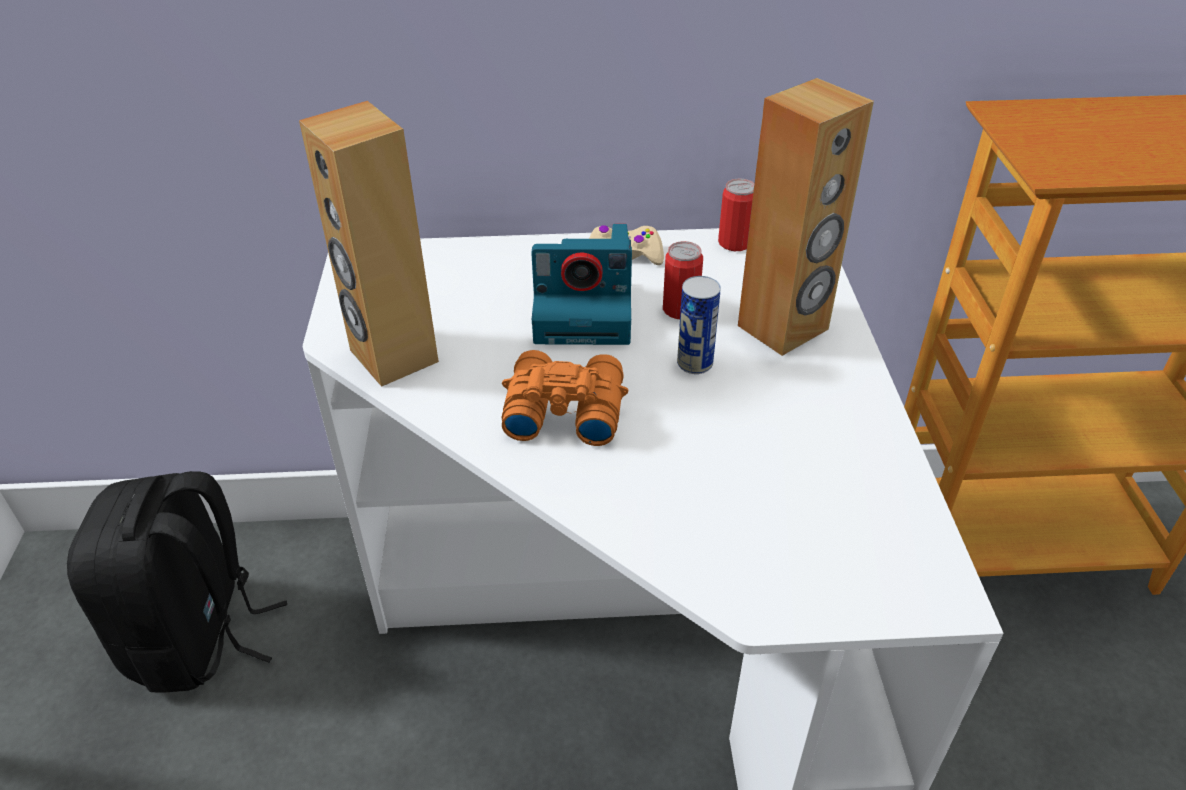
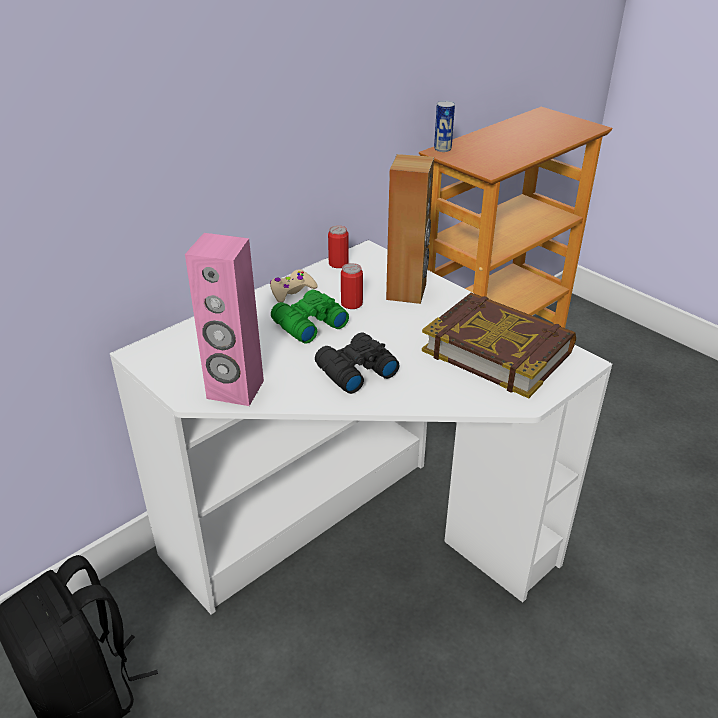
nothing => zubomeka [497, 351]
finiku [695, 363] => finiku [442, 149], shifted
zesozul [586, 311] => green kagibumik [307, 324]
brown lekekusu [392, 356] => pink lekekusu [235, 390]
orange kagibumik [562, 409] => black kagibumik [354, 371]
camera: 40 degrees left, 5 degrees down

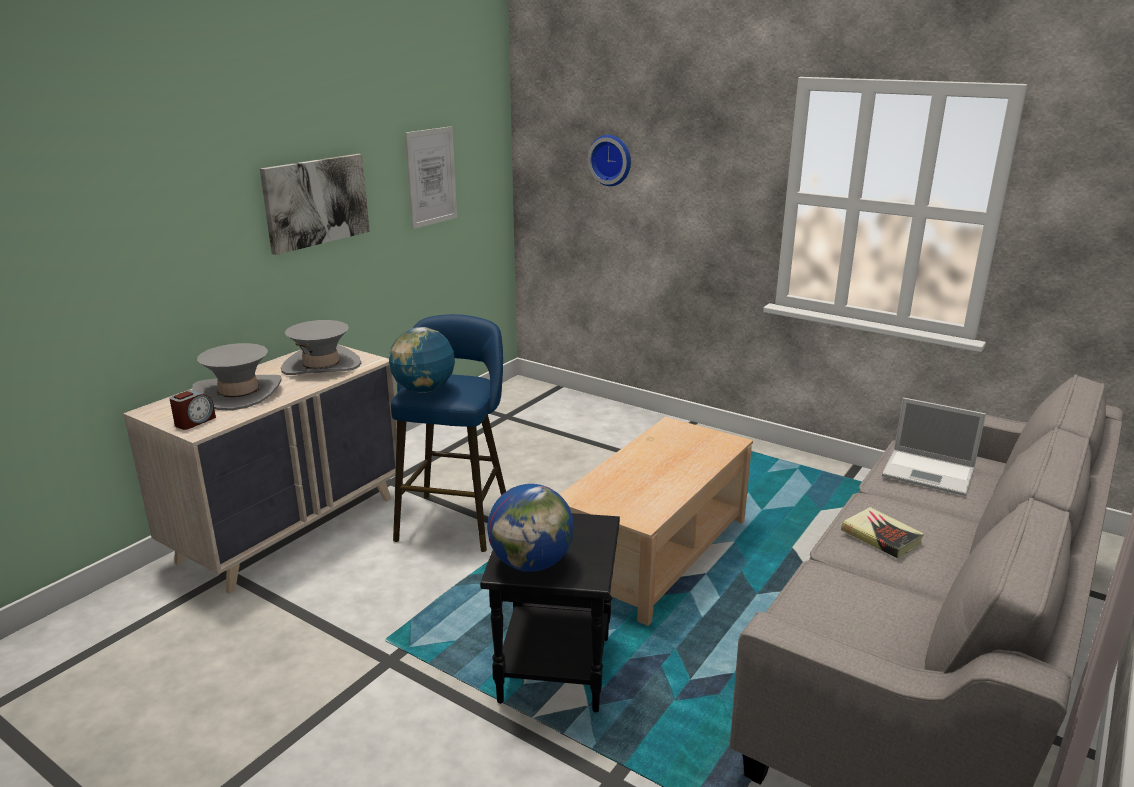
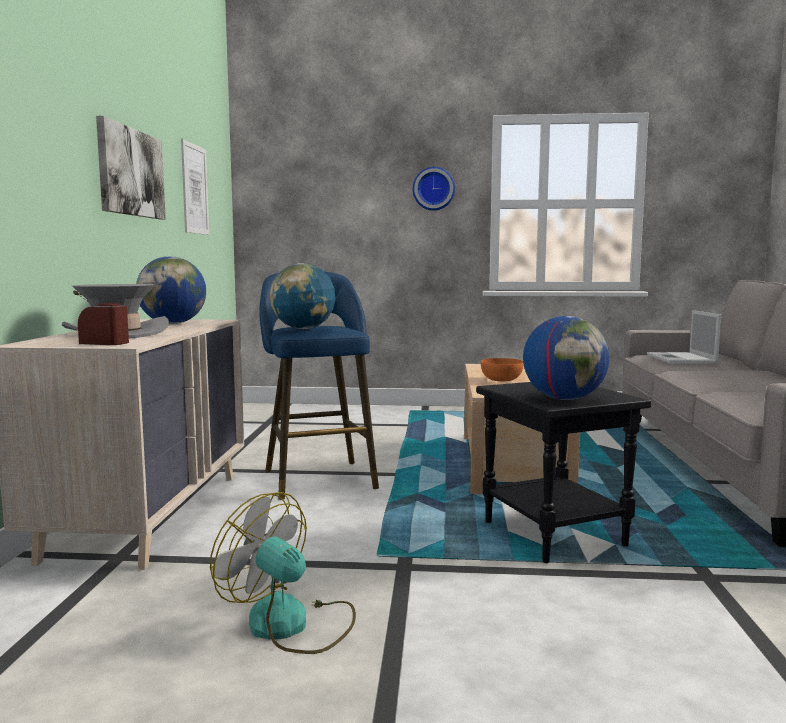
zubomeka [881, 537] => nothing
nothing => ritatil [291, 624]
nothing => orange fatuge [502, 380]
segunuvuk [611, 160] => segunuvuk [433, 189], shifted
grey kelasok [321, 366] => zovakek [173, 323]
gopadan [195, 422] => gopadan [105, 343], 75 degrees counterclockwise
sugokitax [930, 473] => sugokitax [682, 359], 90 degrees clockwise
camera: 30 degrees left, 15 degrees down

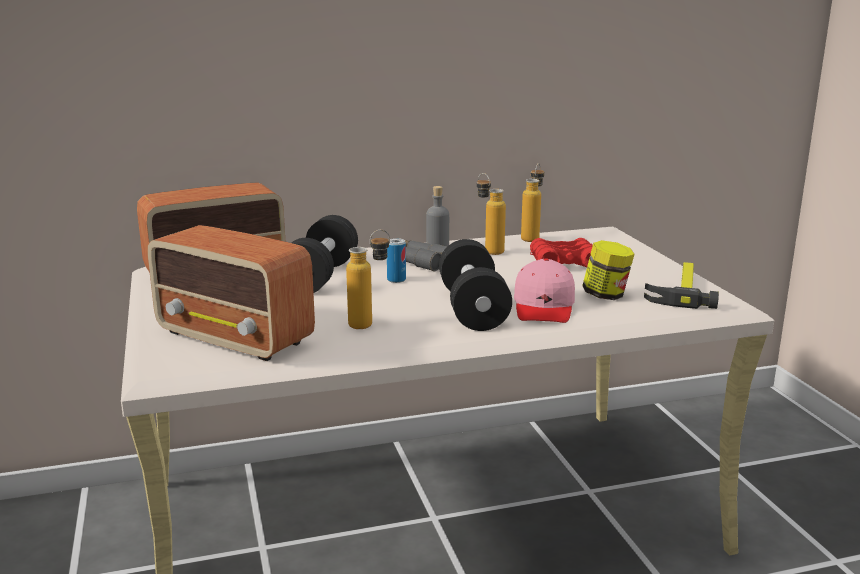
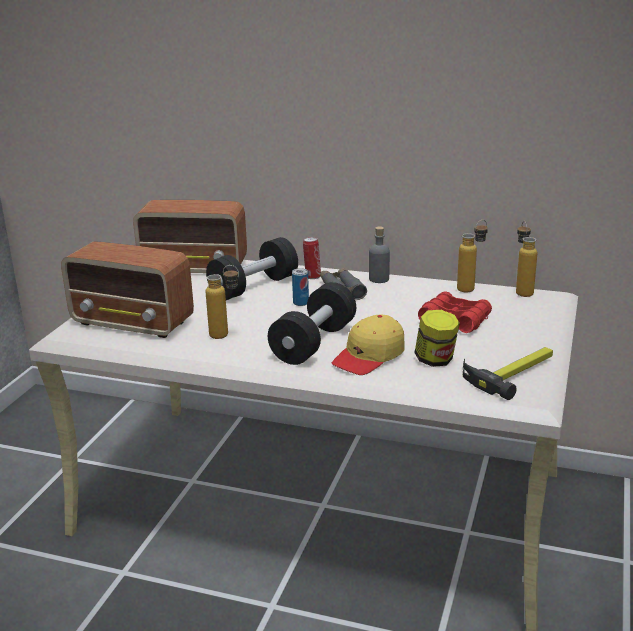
nothing => finiku [312, 276]
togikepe [488, 250] => togikepe [522, 291], shifted
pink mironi [544, 306] => yellow mironi [369, 356]
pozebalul [236, 338] => pozebalul [133, 323], 45 degrees counterclockwise
camera: 35 degrees right, 5 degrees up

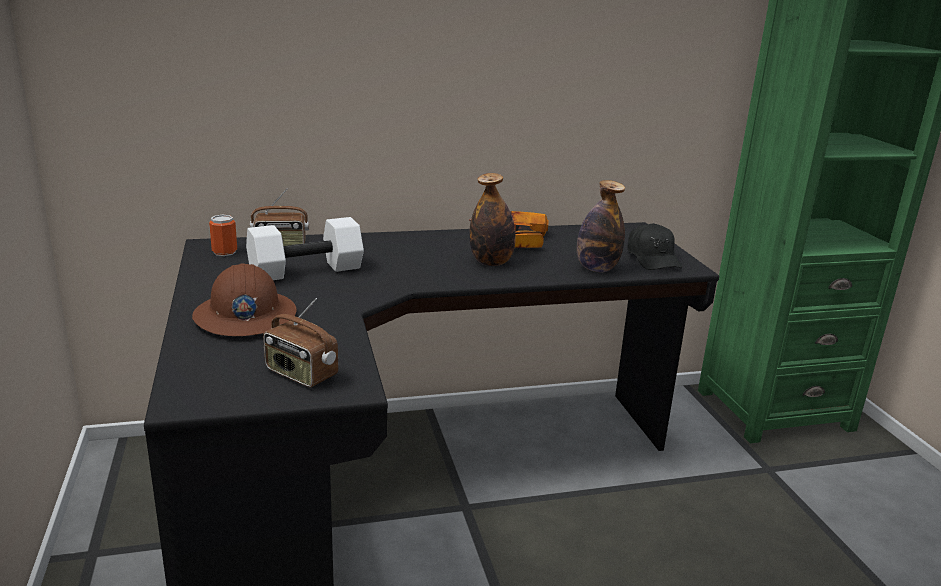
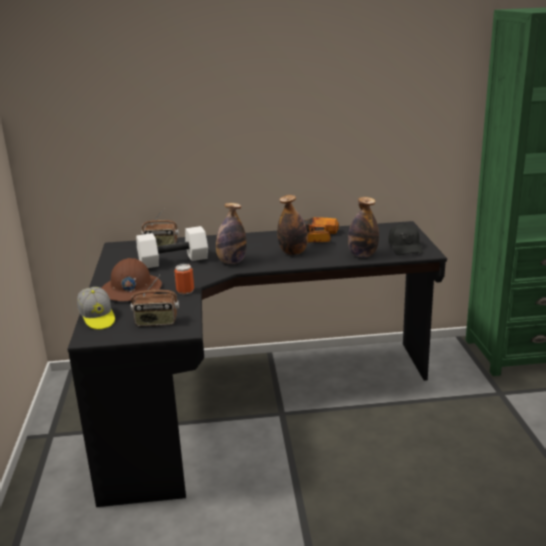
nothing => mironi [97, 318]
nothing => togikepe [231, 262]
finiku [224, 252] => finiku [185, 291], shifted
pozebalul [300, 374] => pozebalul [156, 322], 45 degrees counterclockwise
camera: 10 degrees right, 0 degrees up

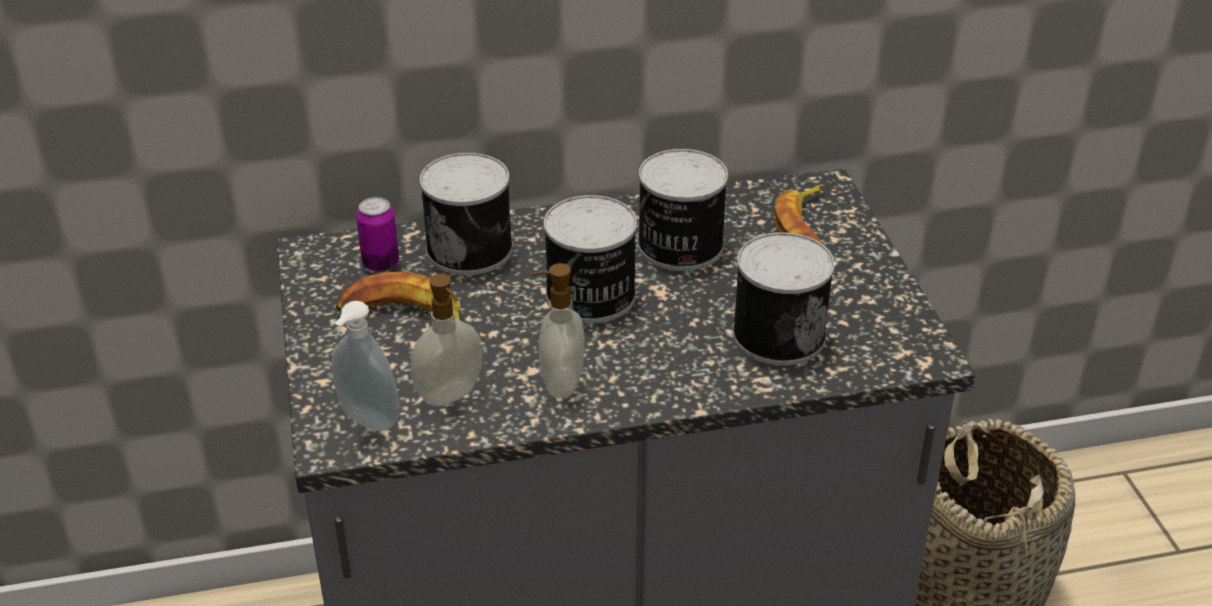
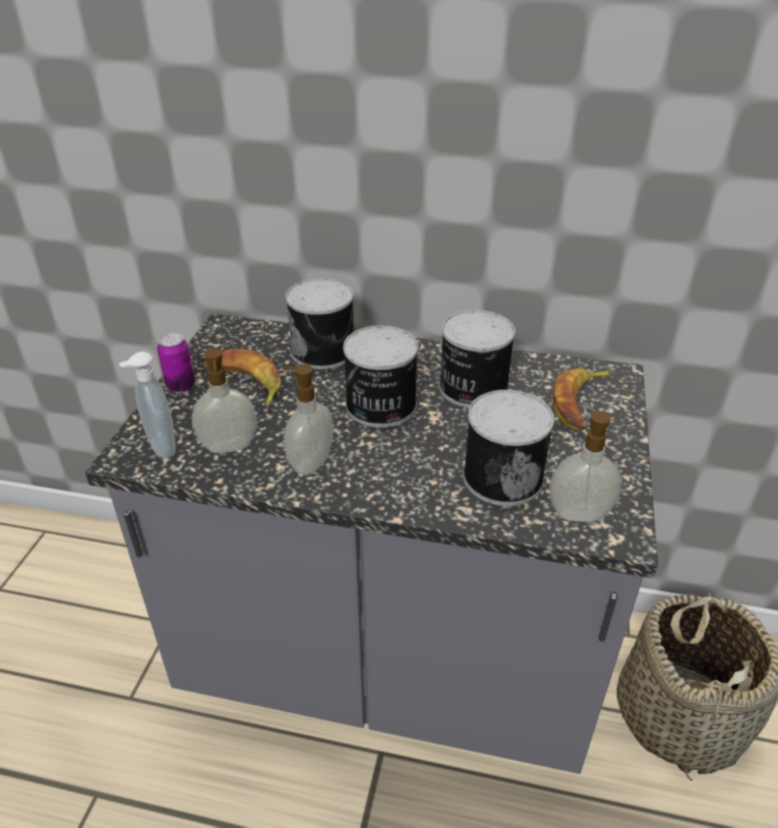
nothing => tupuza [578, 512]
finiku [381, 264] => finiku [180, 386], shifted
camera: 25 degrees right, 0 degrees up

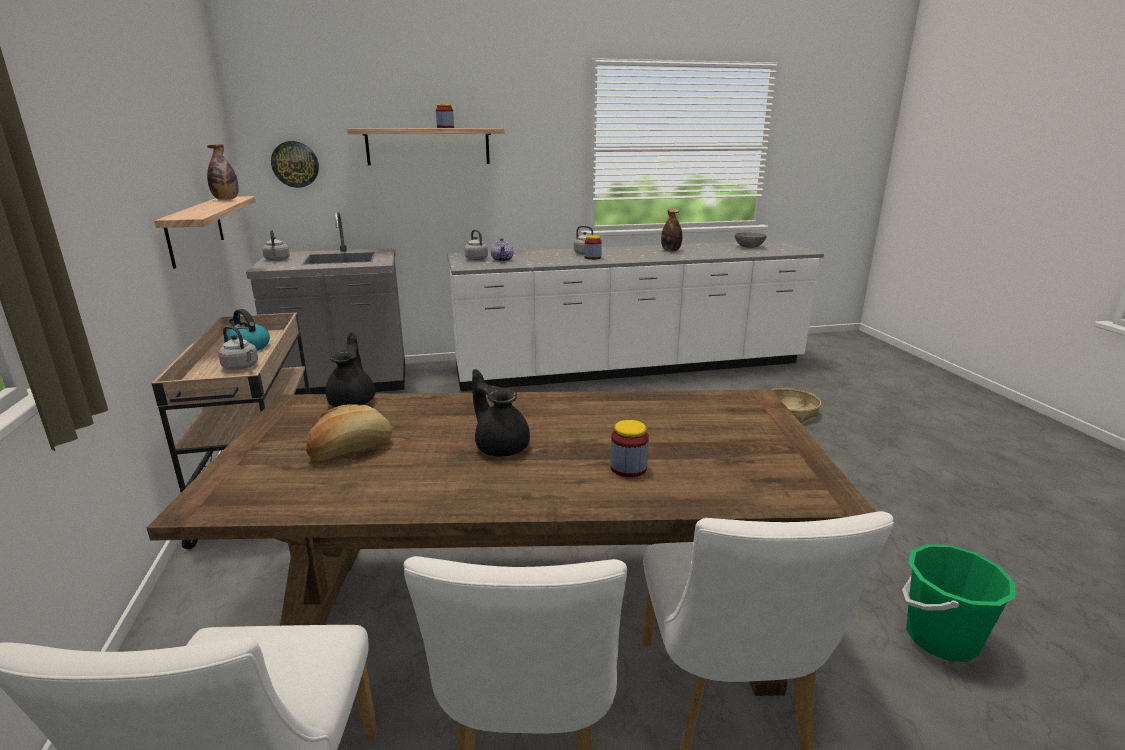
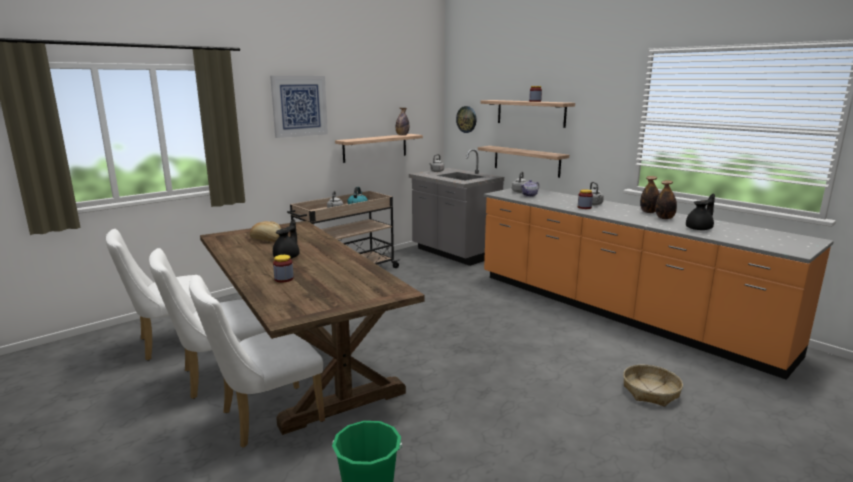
grey fatuge [749, 247] => nothing
nothing => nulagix [299, 106]
nothing => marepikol [526, 161]
nothing => togikepe [649, 212]
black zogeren [353, 401] => black zogeren [700, 229], shifted
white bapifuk [630, 368] => orange bapifuk [617, 312]
camera: 60 degrees right, 5 degrees down

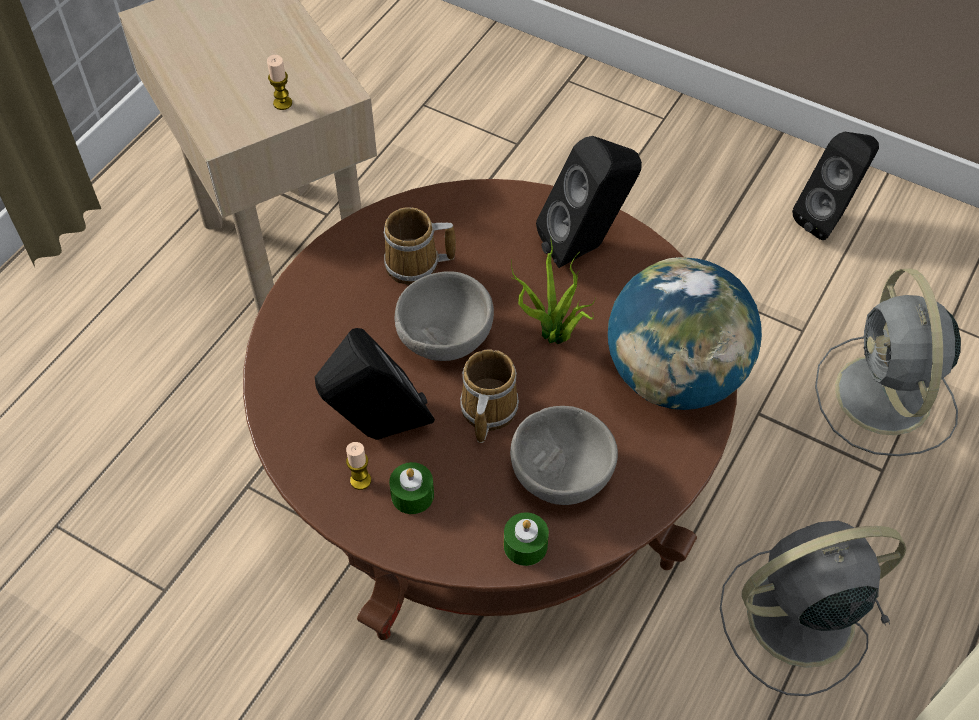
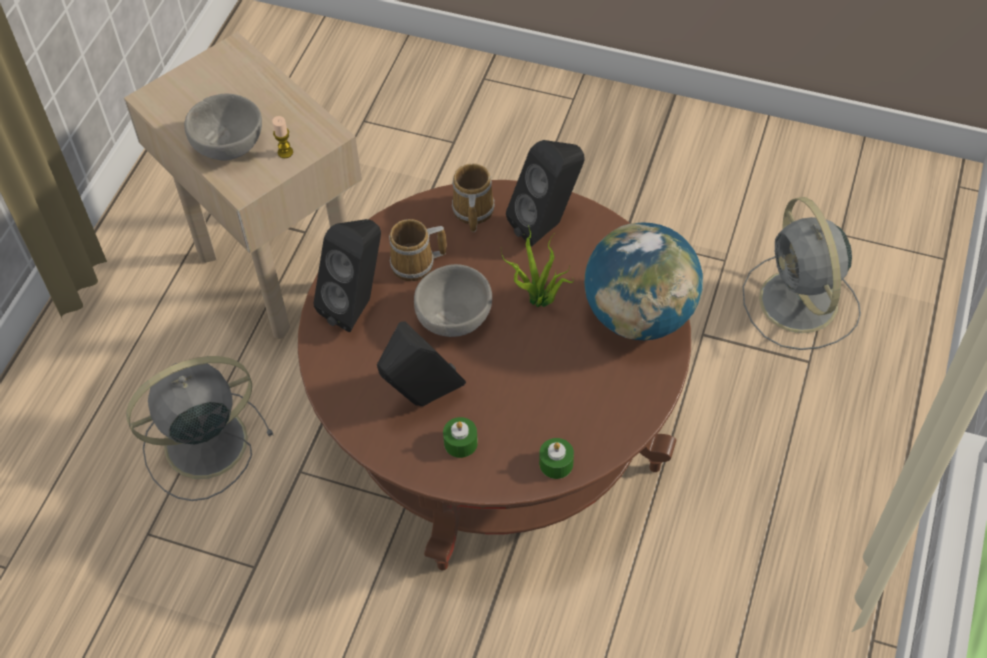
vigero [360, 480] => nothing
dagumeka [486, 410] => dagumeka [472, 211], shifted
grey fatuge [560, 475] => grey fatuge [227, 146], shifted
grey ritatil [795, 617] => grey ritatil [202, 444], shifted
black lekekusu [827, 219] => black lekekusu [357, 305], shifted
camera: 10 degrees left, 0 degrees up

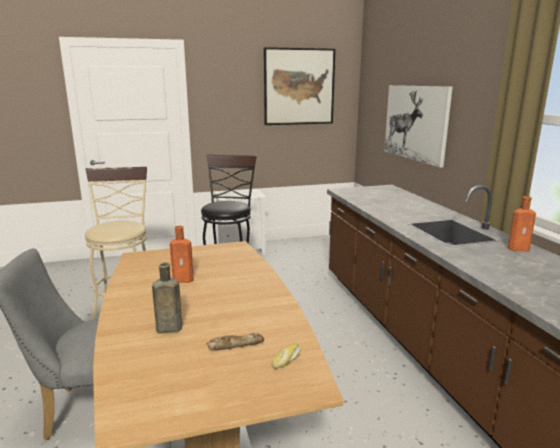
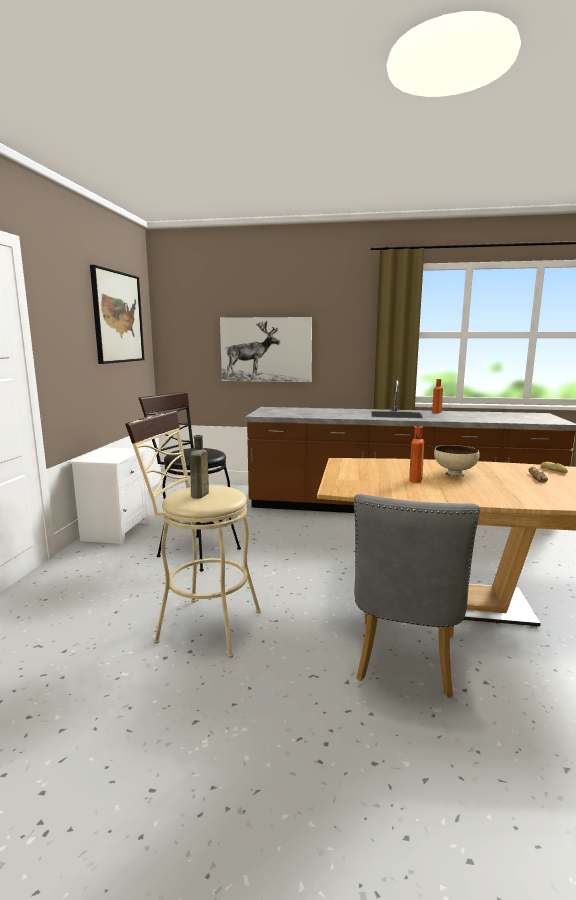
nothing => beige fatuge [455, 474]
brown togikepe [167, 329] => brown togikepe [199, 495], shifted
camera: 65 degrees left, 5 degrees down

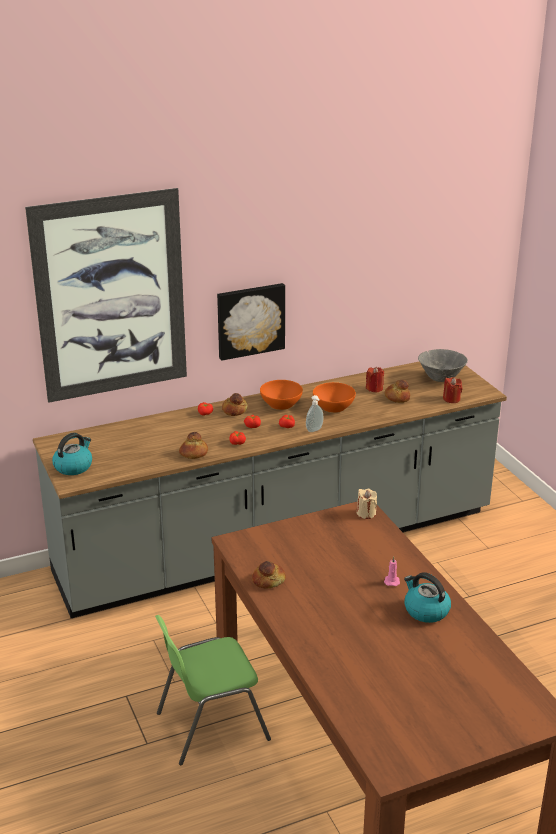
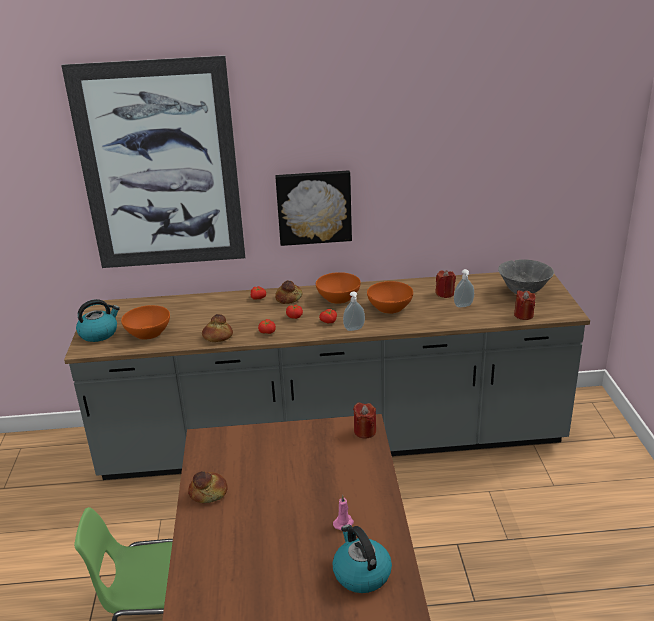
nothing => orange fatuge [148, 333]
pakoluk [397, 397] => tupuza [464, 306]
beige vigero [366, 513] => red vigero [365, 431]
camera: 20 degrees right, 0 degrees up

